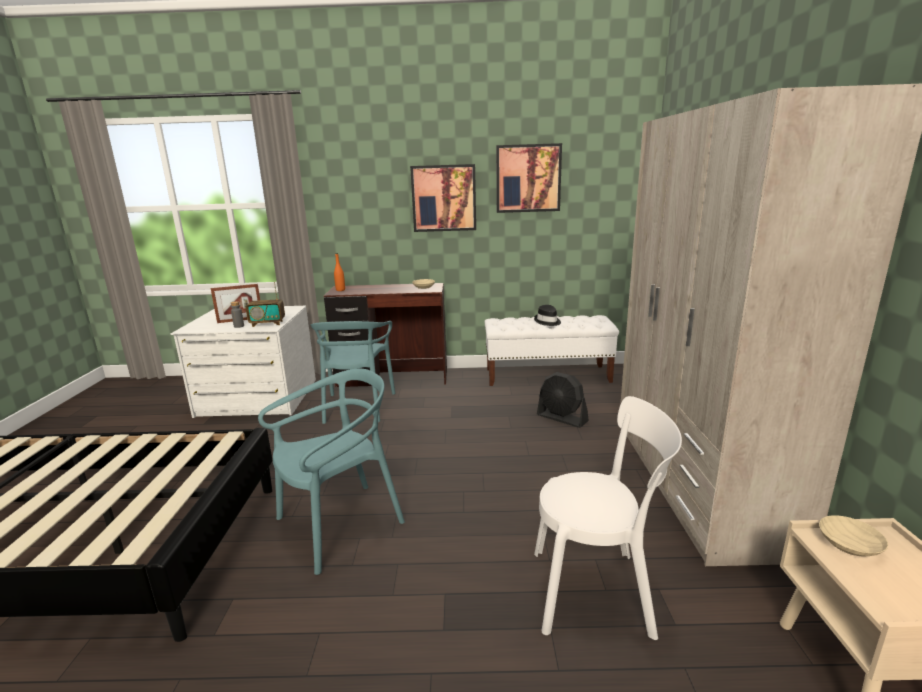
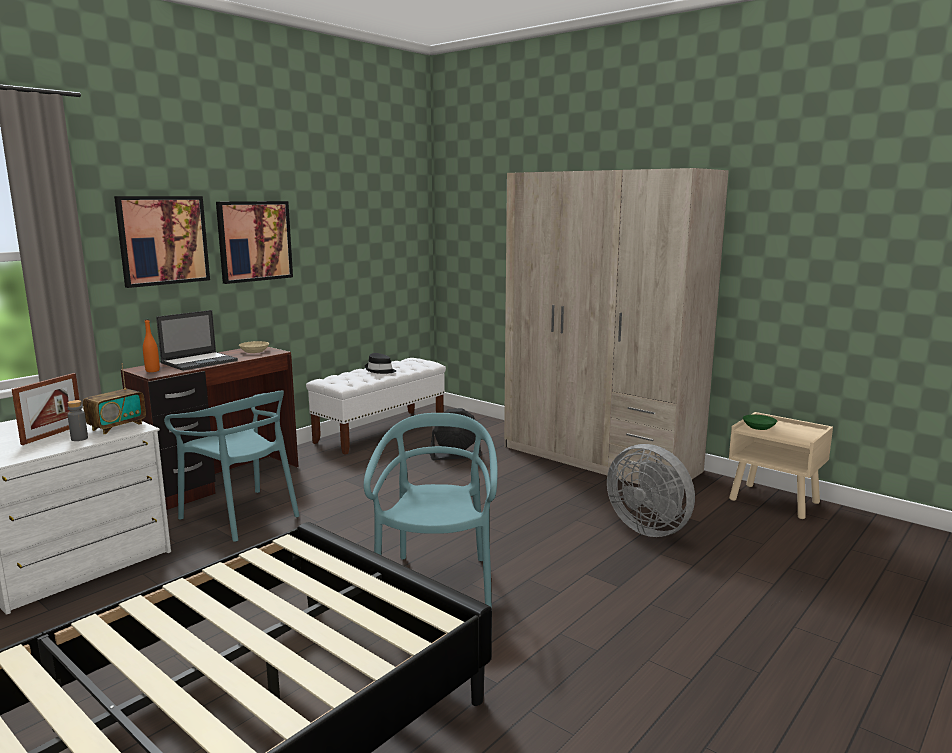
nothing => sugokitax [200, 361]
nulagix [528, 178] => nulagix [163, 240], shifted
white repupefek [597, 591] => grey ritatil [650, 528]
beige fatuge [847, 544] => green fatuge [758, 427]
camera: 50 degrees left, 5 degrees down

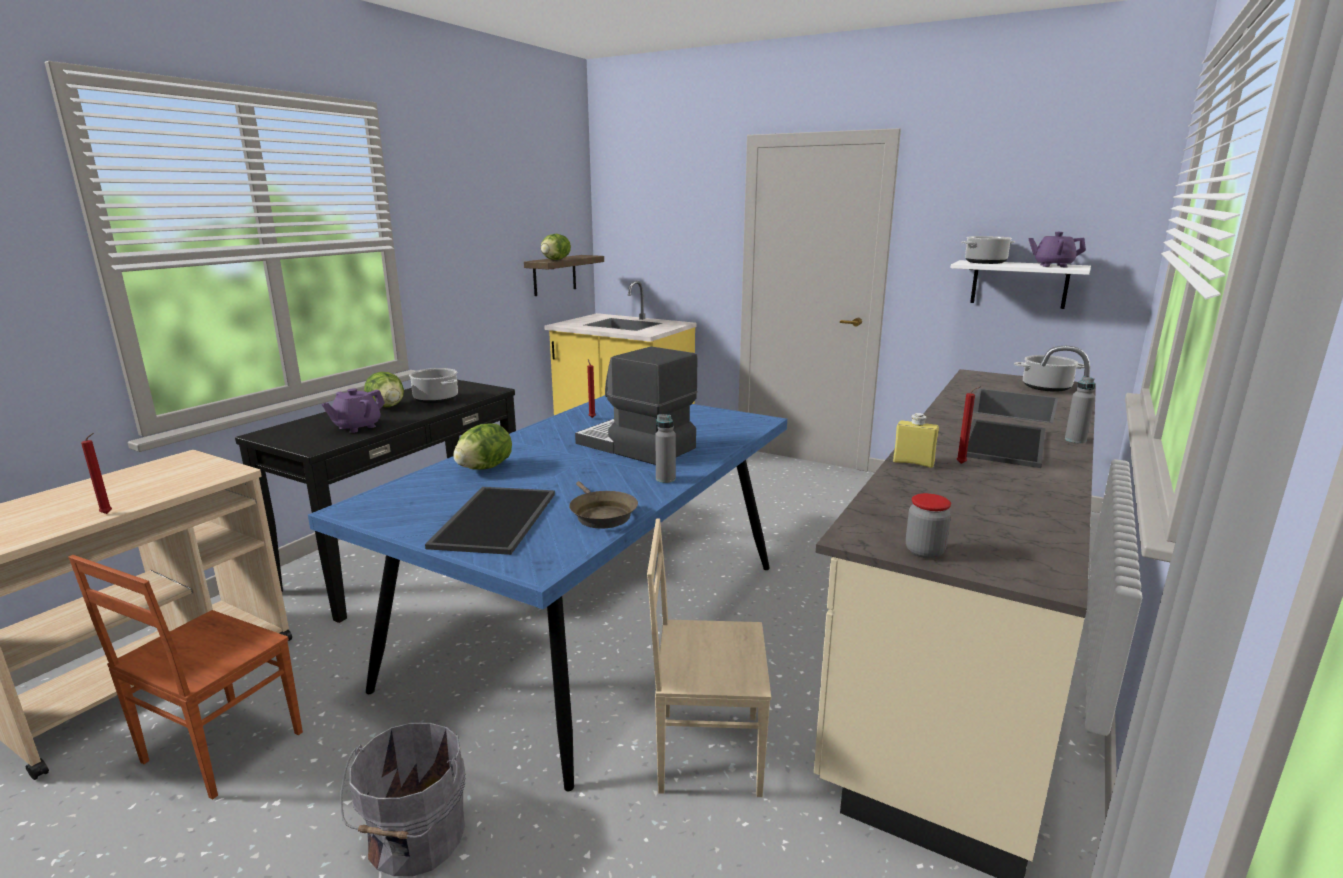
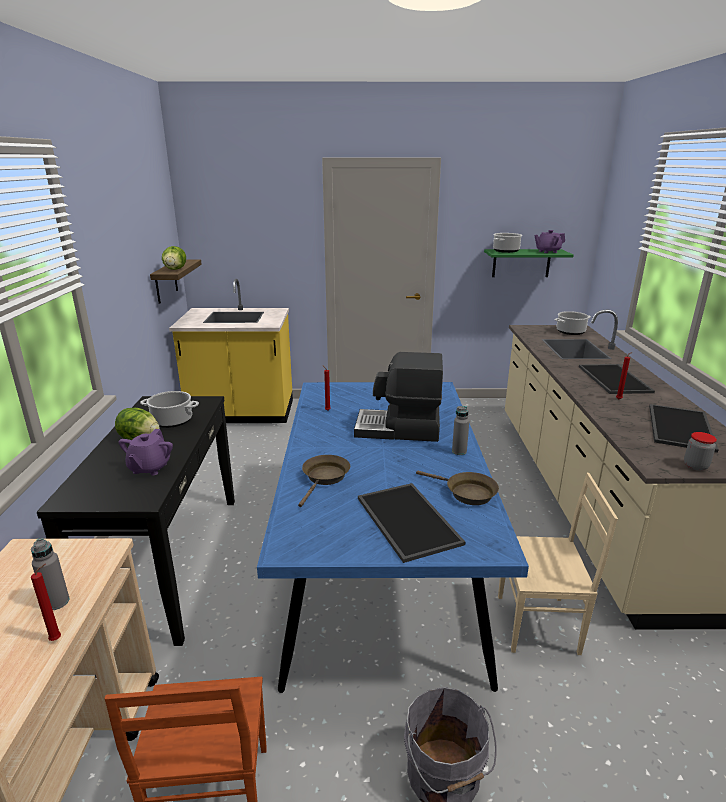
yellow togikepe [913, 463] => nothing
nothing => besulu [678, 427]
grey togikepe [1075, 440] => grey togikepe [57, 602], shifted
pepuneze [484, 468] => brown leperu [325, 478]
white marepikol [1019, 284] => green marepikol [521, 263]
beige repupefek [707, 751] => beige repupefek [539, 625], 150 degrees counterclockwise
camera: 30 degrees left, 5 degrees up

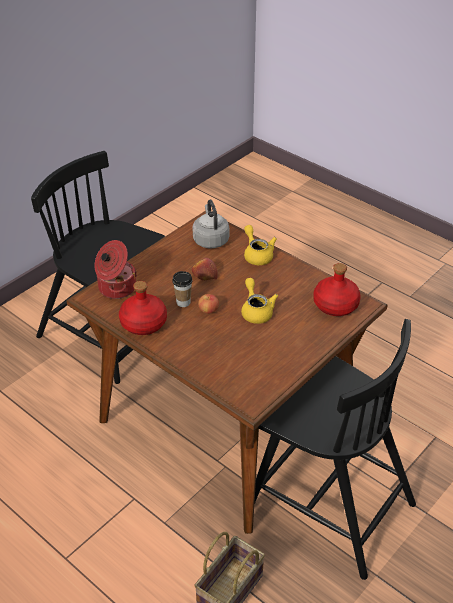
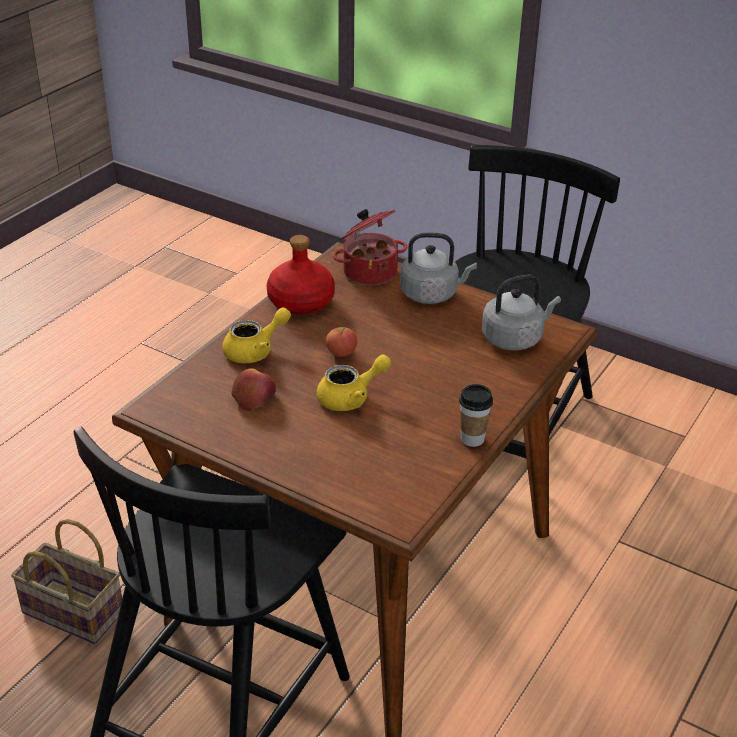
red togikepe [335, 305] => nothing
nothing => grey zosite [432, 294]
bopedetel [183, 302] => bopedetel [472, 439], shifted
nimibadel [204, 275] => nimibadel [253, 397], shifted
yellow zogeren [257, 255] => yellow zogeren [255, 351], shifted
camera: 80 degrees right, 5 degrees down

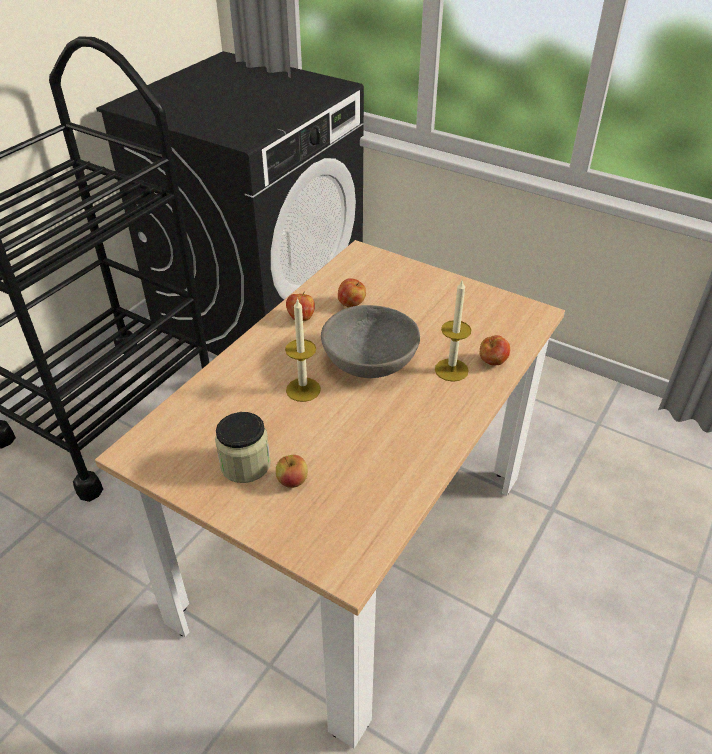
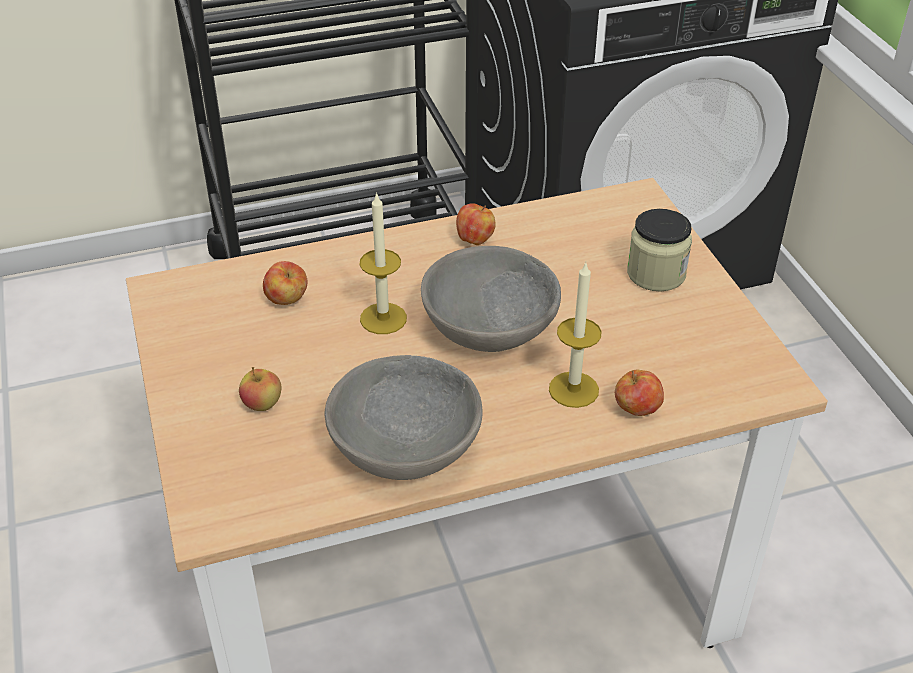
nothing => grey fatuge [406, 447]
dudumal [245, 464] => dudumal [656, 274], shifted
nimibadel [351, 304] => nimibadel [287, 300], shifted
camera: 40 degrees right, 0 degrees up

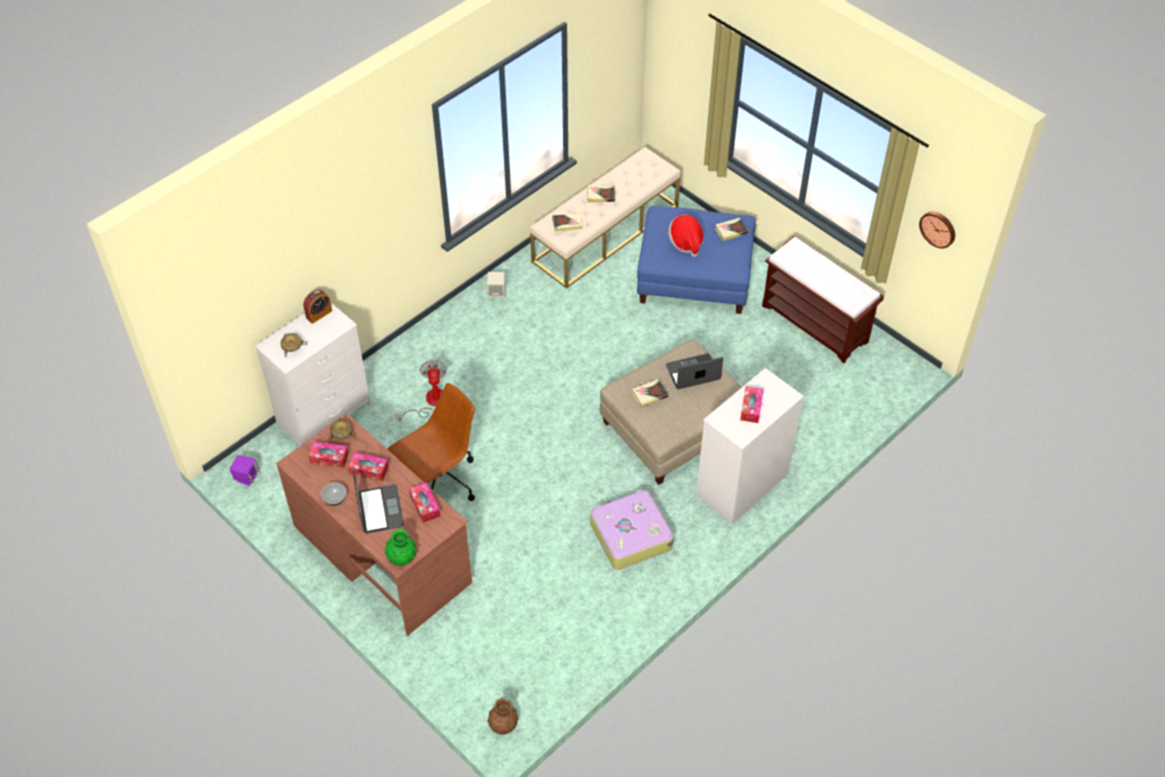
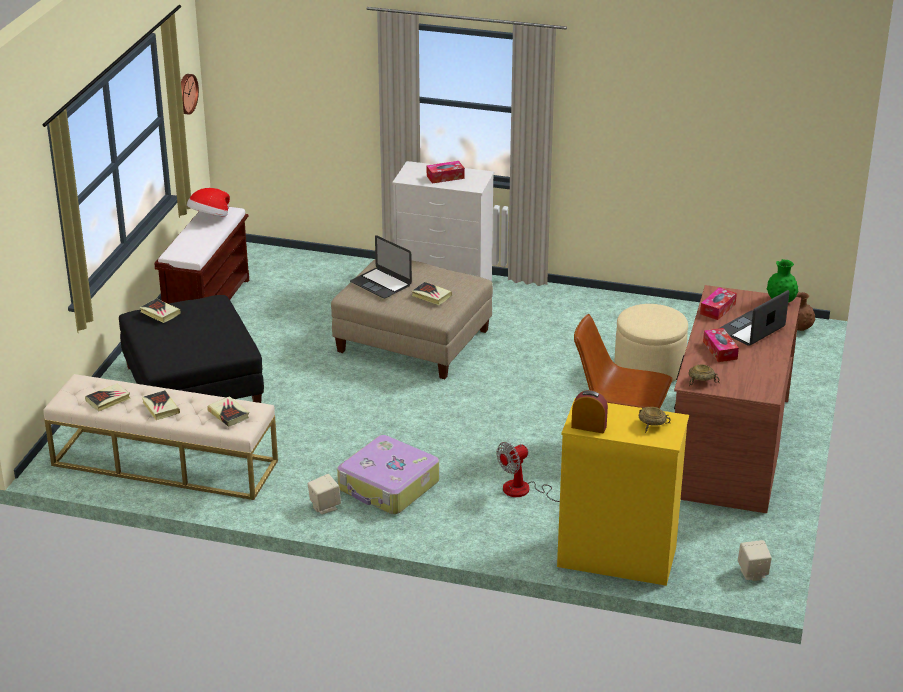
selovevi [329, 458] => nothing
fatuge [334, 499] => nothing
nothing => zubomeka [108, 400]
nothing => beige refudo [649, 368]
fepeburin [630, 535] => fepeburin [388, 486], shifted
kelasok [686, 242] => kelasok [209, 218], shifted
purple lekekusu [246, 477] => beige lekekusu [752, 573]
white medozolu [324, 413] => yellow medozolu [615, 557]
blue refudo [694, 276] => black refudo [192, 386]
camera: 120 degrees left, 20 degrees down

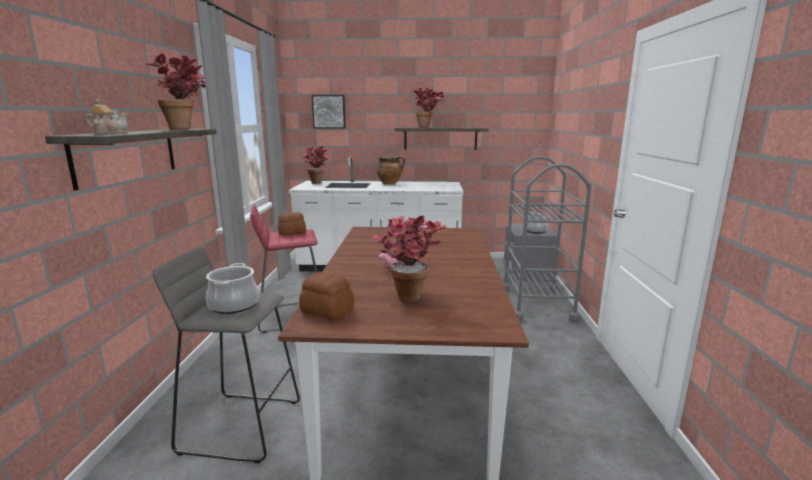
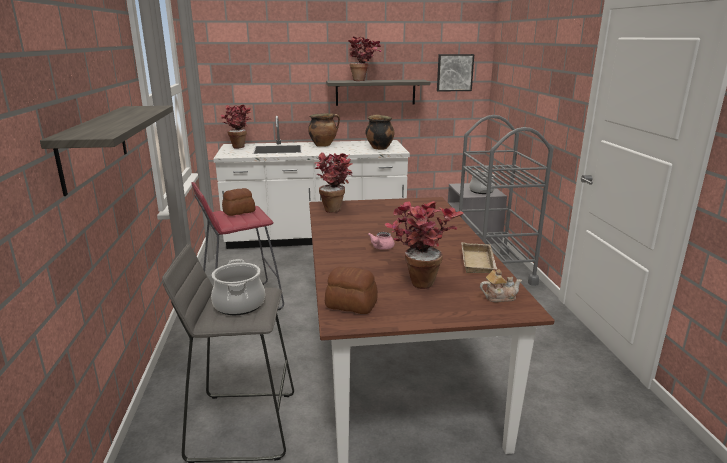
nothing => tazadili [379, 148]
nothing => beige besulu [479, 262]
zogeren [111, 133] => zogeren [499, 297], shifted
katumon [187, 129] => katumon [335, 208], shifted
nulagix [329, 111] => nulagix [454, 72], shifted
camera: 10 degrees left, 5 degrees up

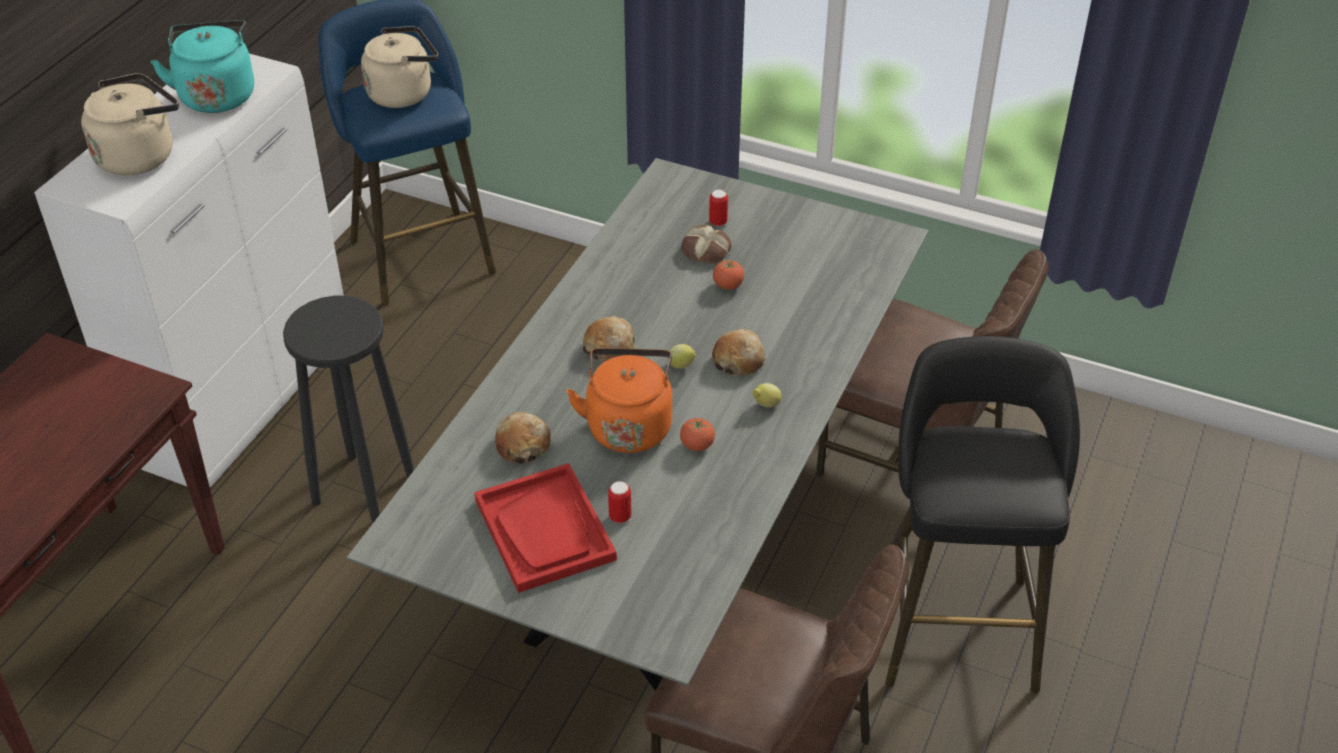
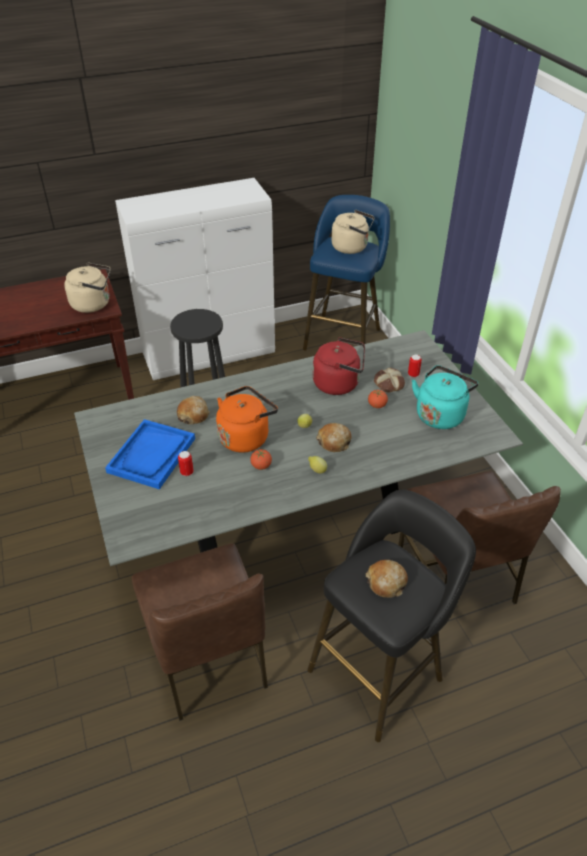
nothing => red zosite [339, 383]
beige zosite [140, 155] => beige zosite [93, 304], shifted
turquoise zosite [217, 94] => turquoise zosite [440, 414], shifted
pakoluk [610, 347] => pakoluk [386, 582], shifted
red besulu [545, 530] => blue besulu [152, 455]
camera: 45 degrees right, 0 degrees up

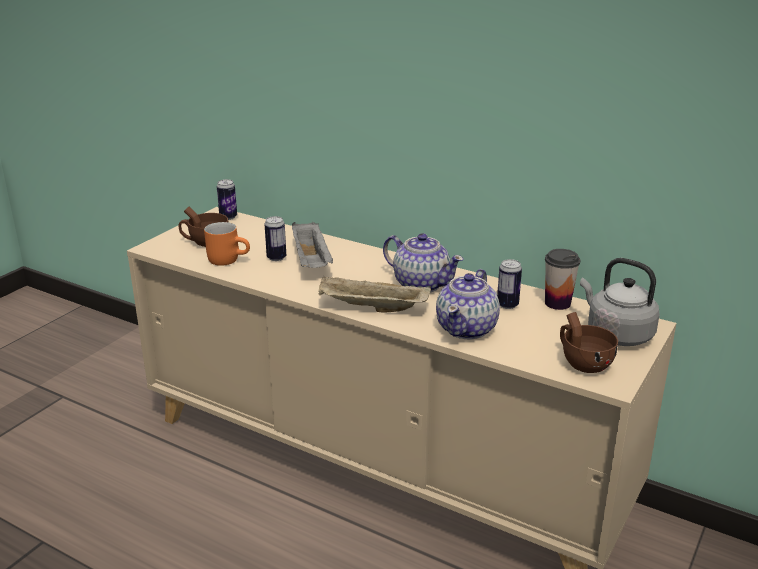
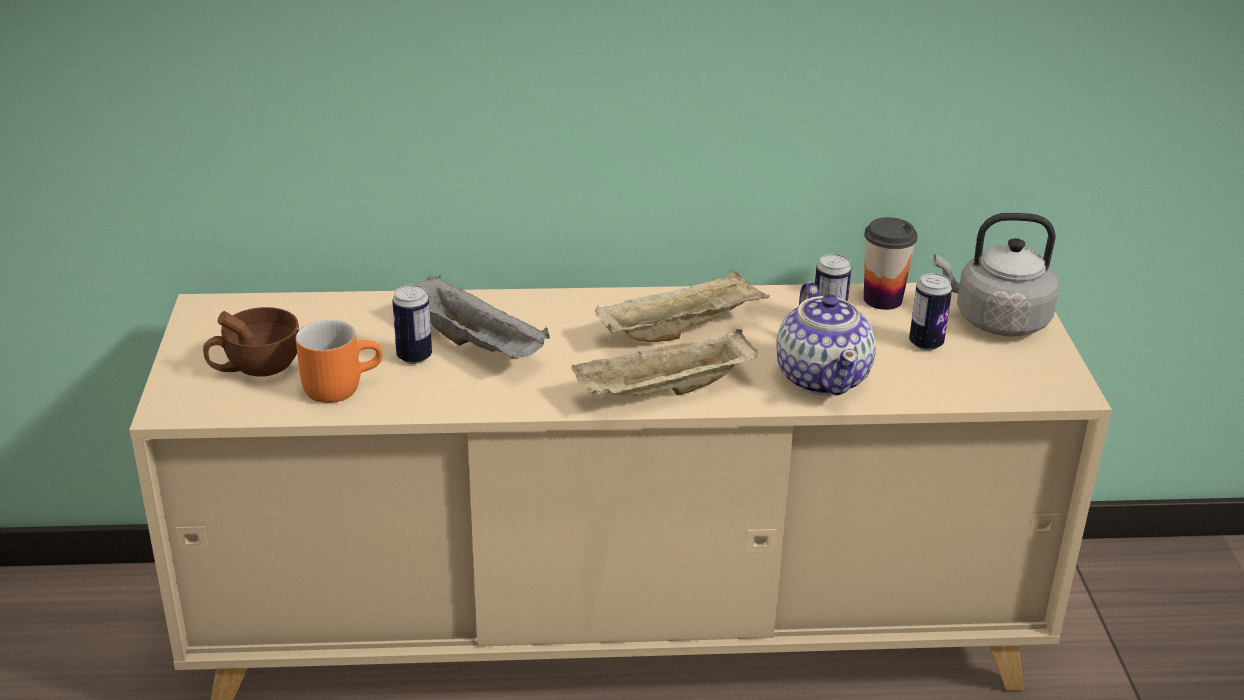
brown bopedetel [582, 362] => nothing
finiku [228, 217] => finiku [926, 343], shifted
zogeren [421, 284] => beige besulu [681, 329]
camera: 35 degrees left, 5 degrees up

